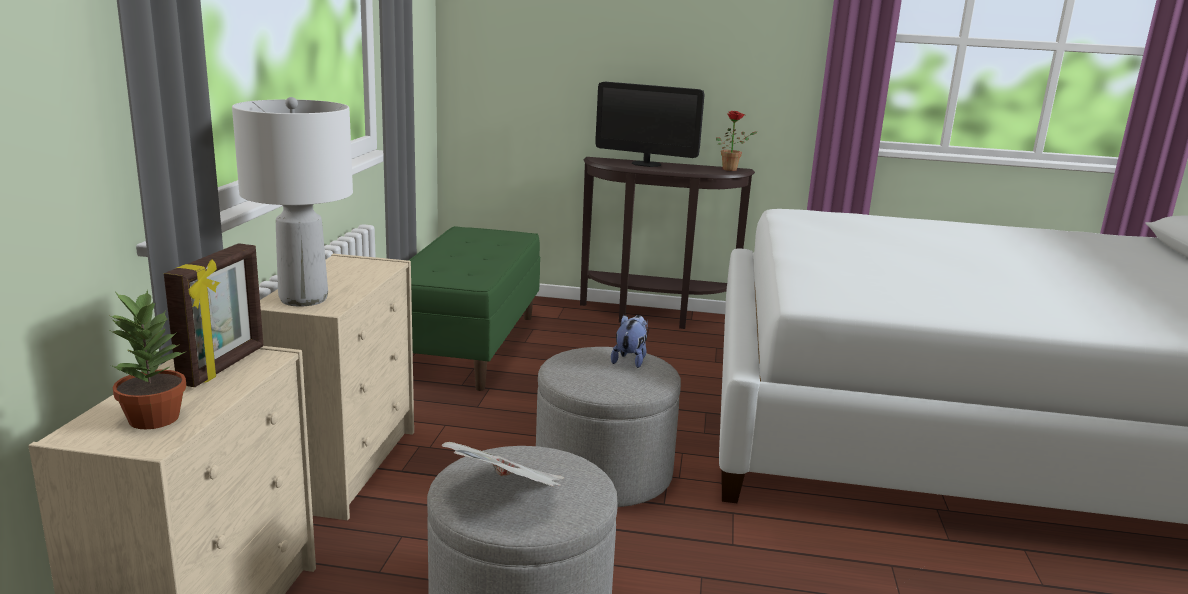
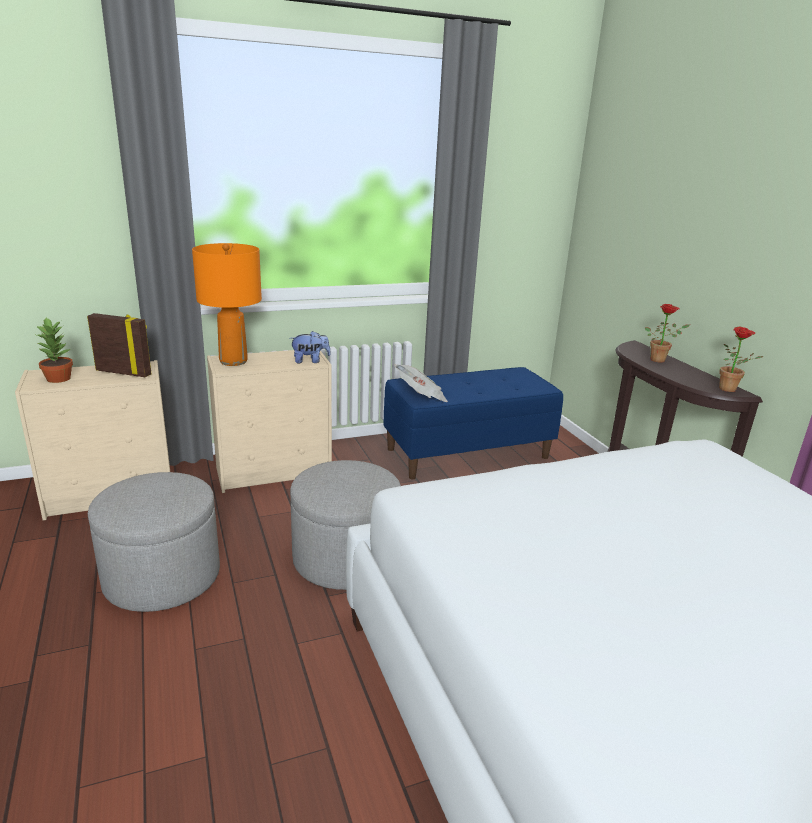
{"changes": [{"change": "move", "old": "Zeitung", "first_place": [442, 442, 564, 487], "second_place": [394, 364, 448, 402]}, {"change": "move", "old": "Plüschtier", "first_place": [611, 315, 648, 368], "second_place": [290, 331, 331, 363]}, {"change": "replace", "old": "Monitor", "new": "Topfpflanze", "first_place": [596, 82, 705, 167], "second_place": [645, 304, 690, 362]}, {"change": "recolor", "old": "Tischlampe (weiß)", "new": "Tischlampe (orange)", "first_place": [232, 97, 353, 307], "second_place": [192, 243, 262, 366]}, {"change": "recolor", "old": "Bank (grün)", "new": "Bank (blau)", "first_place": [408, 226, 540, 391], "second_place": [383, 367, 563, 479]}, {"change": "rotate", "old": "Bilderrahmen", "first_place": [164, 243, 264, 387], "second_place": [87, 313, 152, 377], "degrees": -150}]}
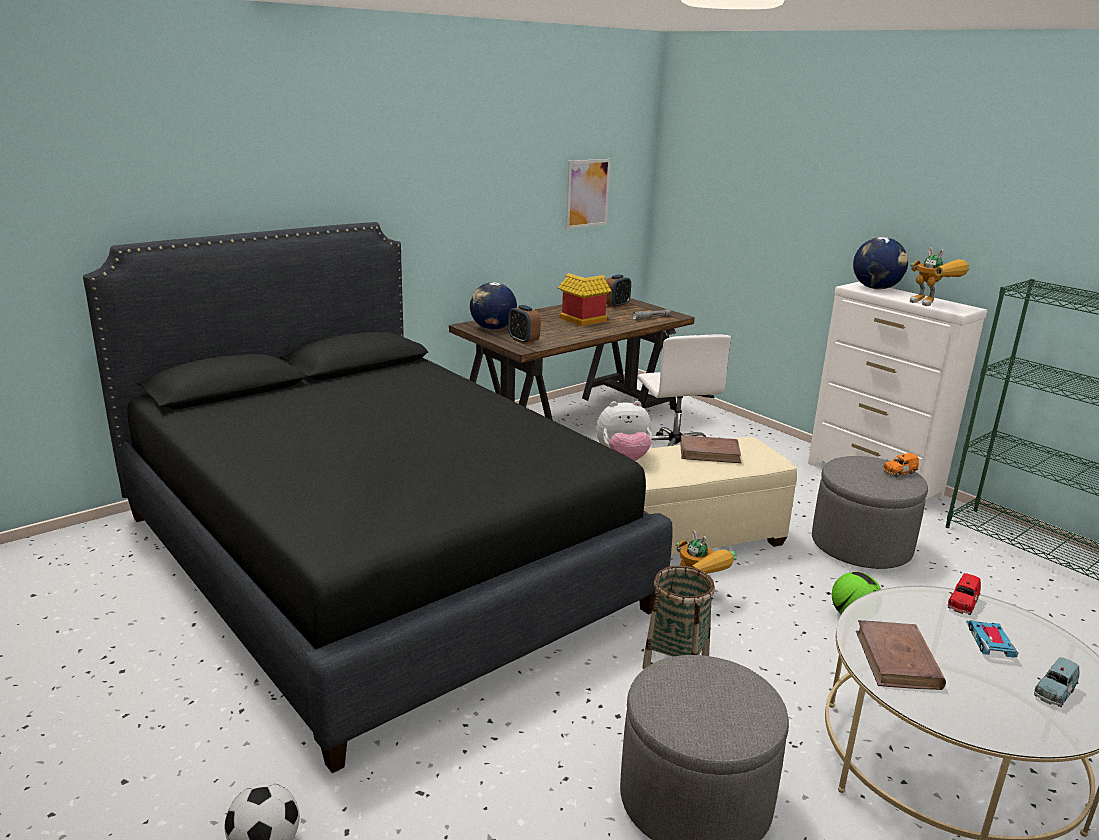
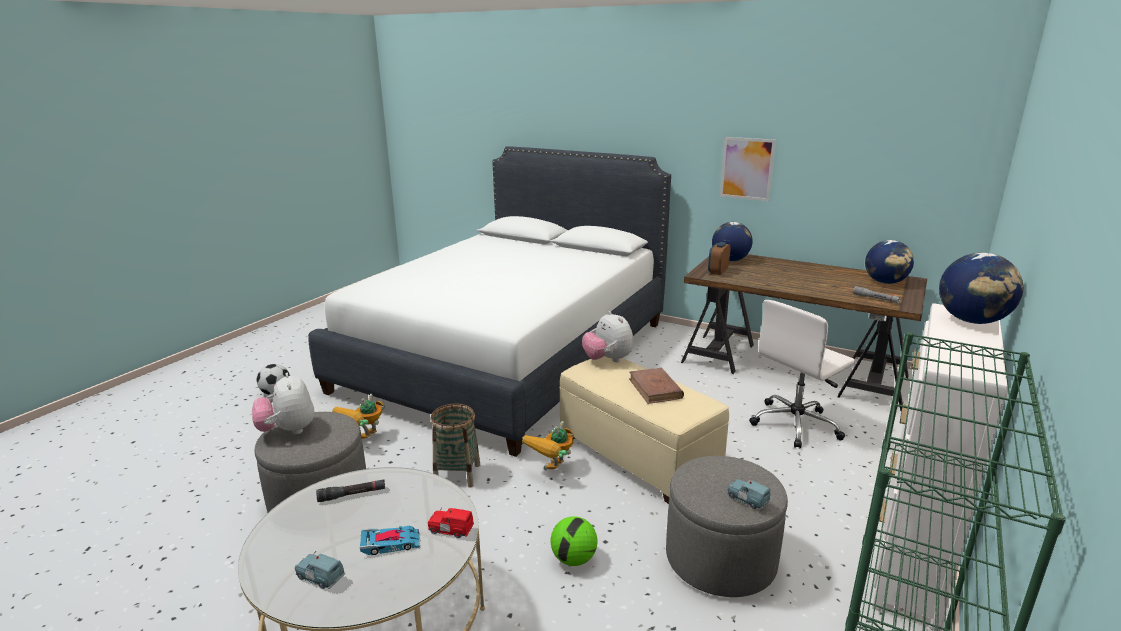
{"changes": [{"change": "delete", "old": "Spielzeughaus", "first_place": [558, 273, 612, 326]}, {"change": "insert", "new": "Plüschtier", "second_place": [252, 373, 314, 434]}, {"change": "move", "old": "Bild", "first_place": [566, 159, 611, 229], "second_place": [720, 137, 776, 201]}, {"change": "move", "old": "Spielzeugroboter", "first_place": [910, 247, 970, 306], "second_place": [332, 394, 385, 439]}, {"change": "replace", "old": "Wecker", "new": "Globus", "first_place": [606, 274, 631, 308], "second_place": [865, 240, 914, 284]}, {"change": "replace", "old": "Buch (braun)", "new": "Taschenlampe (schwarz)", "first_place": [856, 620, 946, 690], "second_place": [316, 480, 385, 502]}, {"change": "recolor", "old": "Bett (schwarz)", "new": "Bett (weiß)", "first_place": [83, 222, 673, 773], "second_place": [308, 146, 671, 457]}, {"change": "recolor", "old": "Spielzeugauto (orange)", "new": "Spielzeugauto (blau)", "first_place": [883, 453, 919, 477], "second_place": [727, 478, 770, 510]}]}
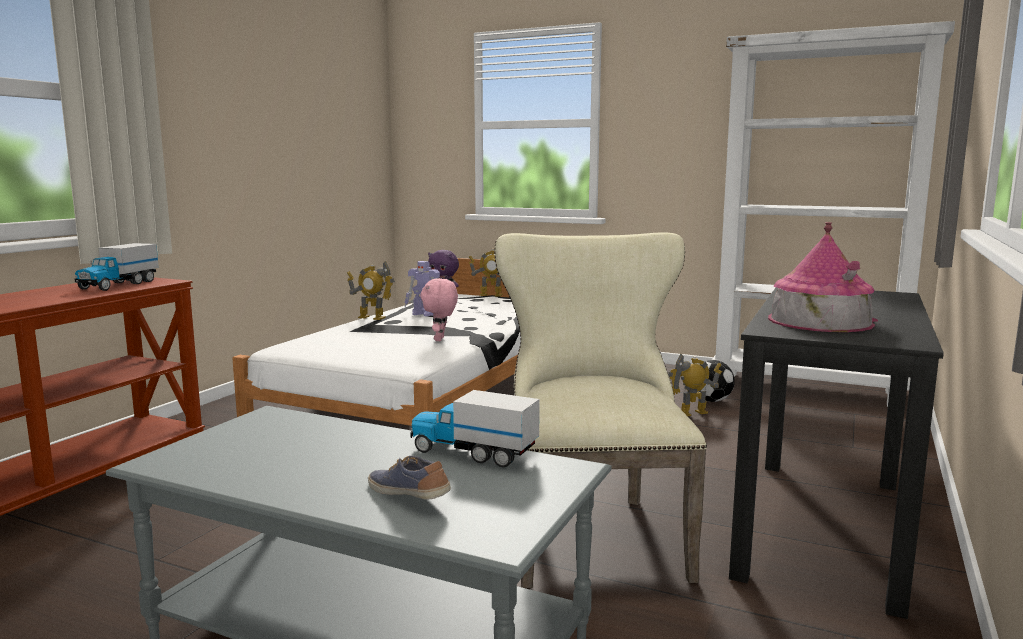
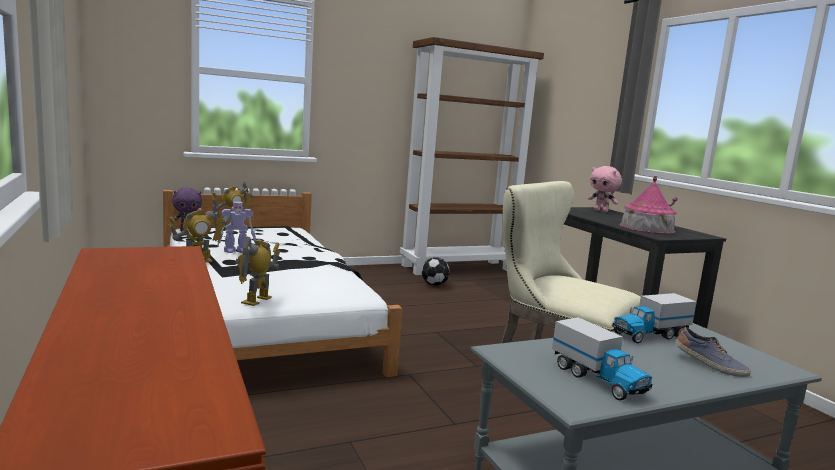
{"changes": [{"change": "move", "old": "Spielzeuglaster", "first_place": [75, 243, 159, 291], "second_place": [552, 317, 652, 400]}, {"change": "move", "old": "Plüschtier (rosa)", "first_place": [420, 278, 458, 341], "second_place": [588, 166, 622, 212]}, {"change": "move", "old": "Spielzeugroboter", "first_place": [668, 353, 722, 416], "second_place": [236, 237, 281, 306]}, {"change": "recolor", "old": "Bücherregal (weiß)", "new": "Bücherregal (braun)", "first_place": [712, 21, 955, 407], "second_place": [400, 37, 544, 275]}, {"change": "rotate", "old": "Schuh", "first_place": [368, 456, 451, 500], "second_place": [675, 327, 751, 377], "degrees": -135}]}
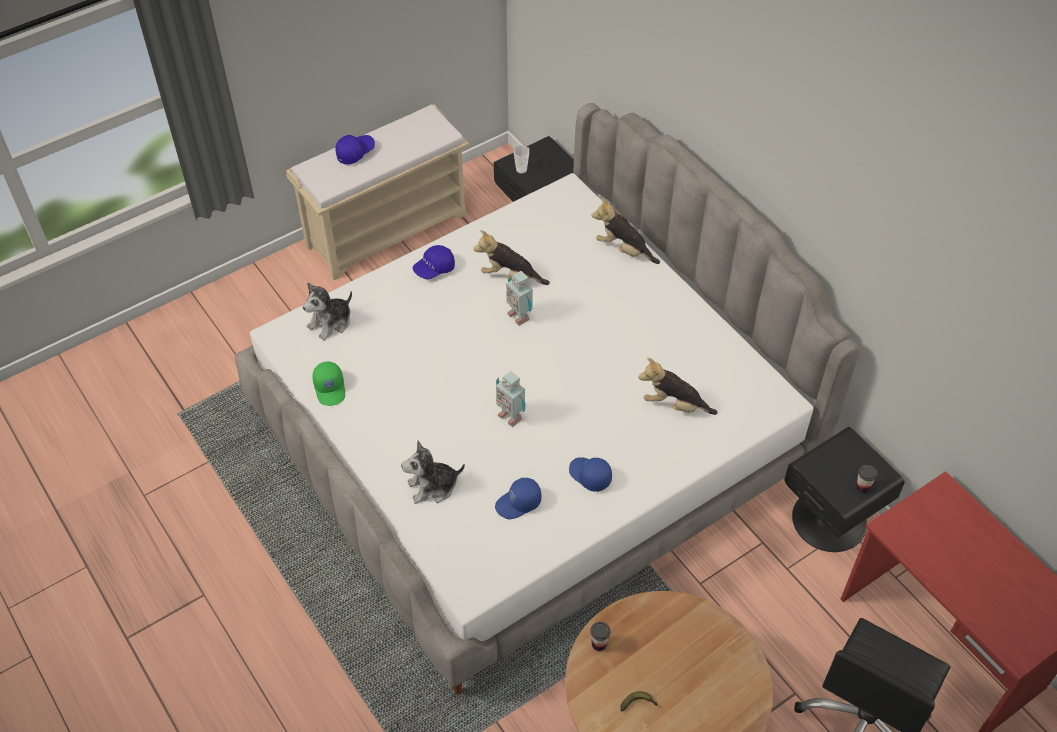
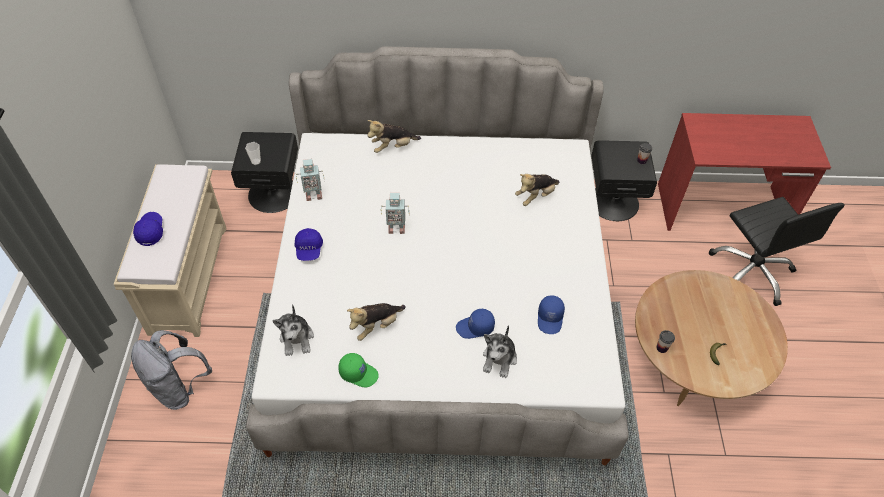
{"changes": [{"change": "insert", "new": "Rucksack (grau)", "second_place": [131, 330, 212, 410]}, {"change": "move", "old": "Plüschtier", "first_place": [473, 230, 550, 285], "second_place": [347, 303, 406, 341]}, {"change": "move", "old": "Spielzeugroboter", "first_place": [496, 371, 525, 427], "second_place": [296, 159, 324, 201]}, {"change": "move", "old": "Kappe (blau)", "first_place": [569, 458, 612, 492], "second_place": [456, 309, 495, 339]}]}
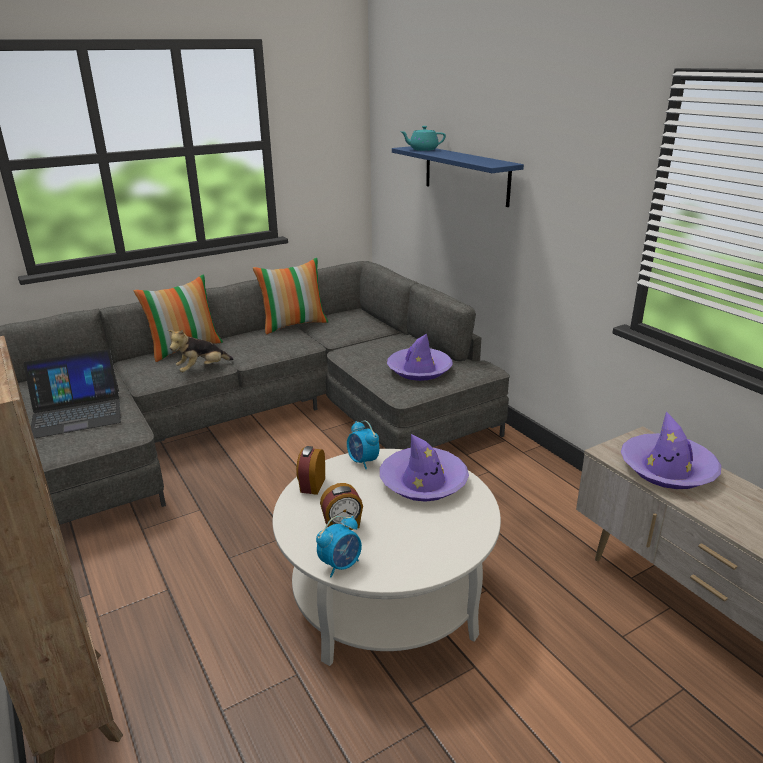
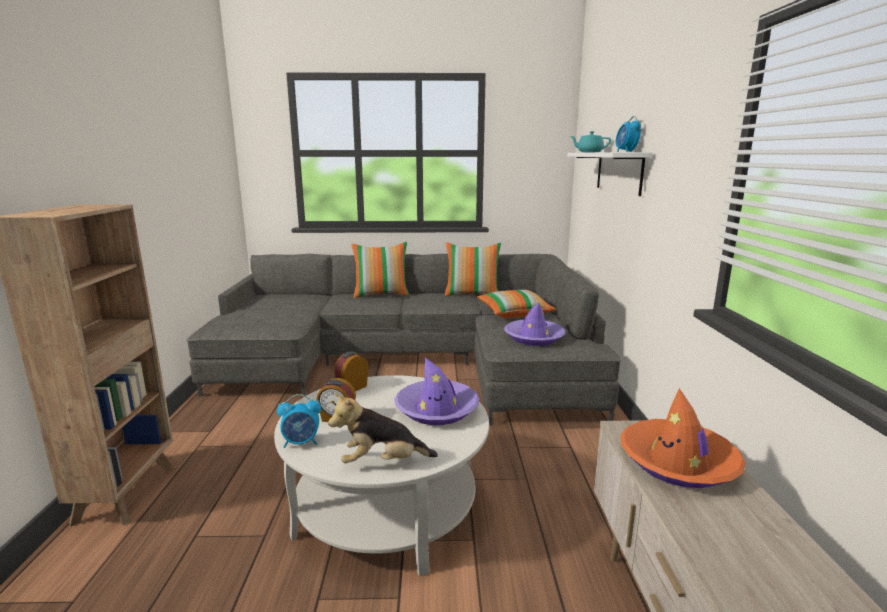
{"changes": [{"change": "delete", "old": "Laptop", "first_place": [24, 349, 121, 439]}, {"change": "insert", "new": "Kissen", "second_place": [477, 290, 557, 318]}, {"change": "move", "old": "Plüschtier", "first_place": [168, 330, 234, 372], "second_place": [328, 393, 438, 463]}, {"change": "move", "old": "Wecker", "first_place": [347, 421, 380, 469], "second_place": [616, 116, 641, 152]}, {"change": "recolor", "old": "Wandregal (blau)", "new": "Wandregal (weiß)", "first_place": [392, 146, 524, 207], "second_place": [567, 152, 652, 196]}, {"change": "recolor", "old": "Hut (lila)", "new": "Hut (orange)", "first_place": [621, 411, 721, 489], "second_place": [620, 388, 746, 488]}]}
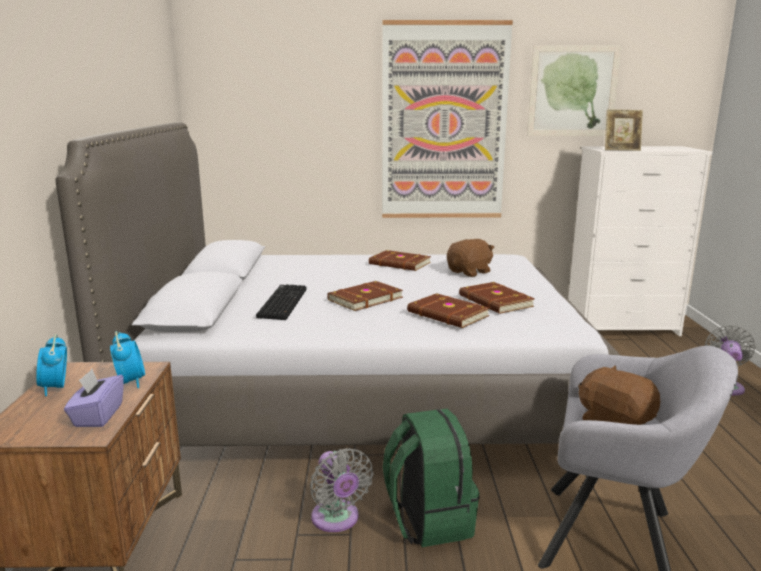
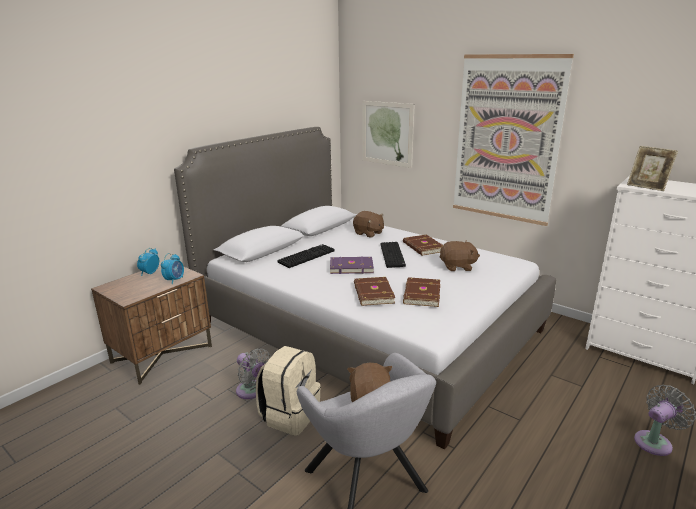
{"changes": [{"change": "delete", "old": "Taschentuchbox (lila)", "first_place": [64, 369, 124, 427]}, {"change": "insert", "new": "Plüschtier (braun)", "second_place": [353, 211, 384, 238]}, {"change": "insert", "new": "Tastatur", "second_place": [380, 242, 406, 268]}, {"change": "move", "old": "Bild", "first_place": [527, 45, 622, 136], "second_place": [362, 101, 415, 168]}, {"change": "recolor", "old": "Buch (braun)", "new": "Buch (lila)", "first_place": [327, 281, 403, 311], "second_place": [330, 257, 374, 274]}, {"change": "recolor", "old": "Rucksack (grün)", "new": "Rucksack (beige)", "first_place": [383, 409, 479, 547], "second_place": [256, 346, 321, 436]}, {"change": "rotate", "old": "Ventilator (grau)", "first_place": [310, 448, 374, 532], "second_place": [236, 349, 271, 399], "degrees": -60}]}
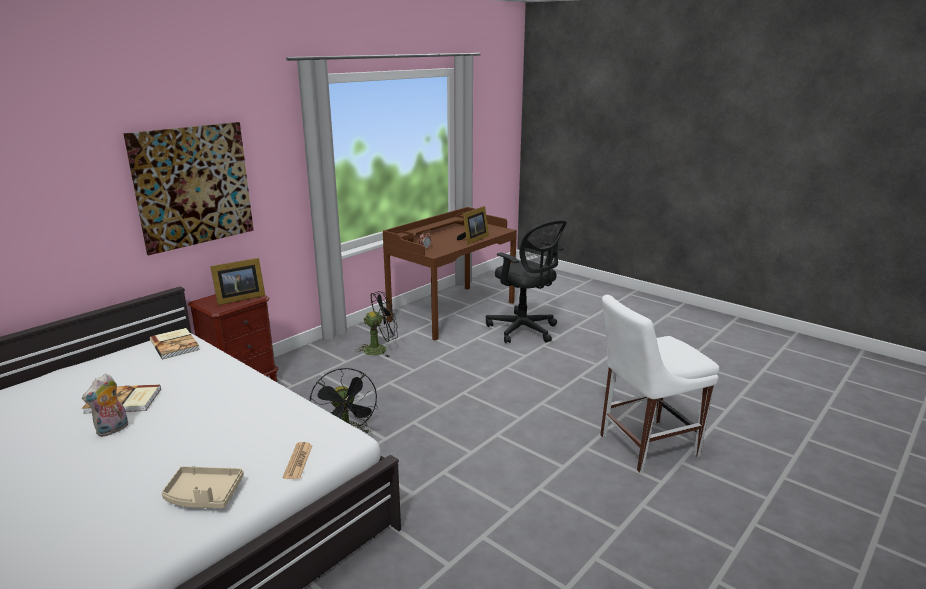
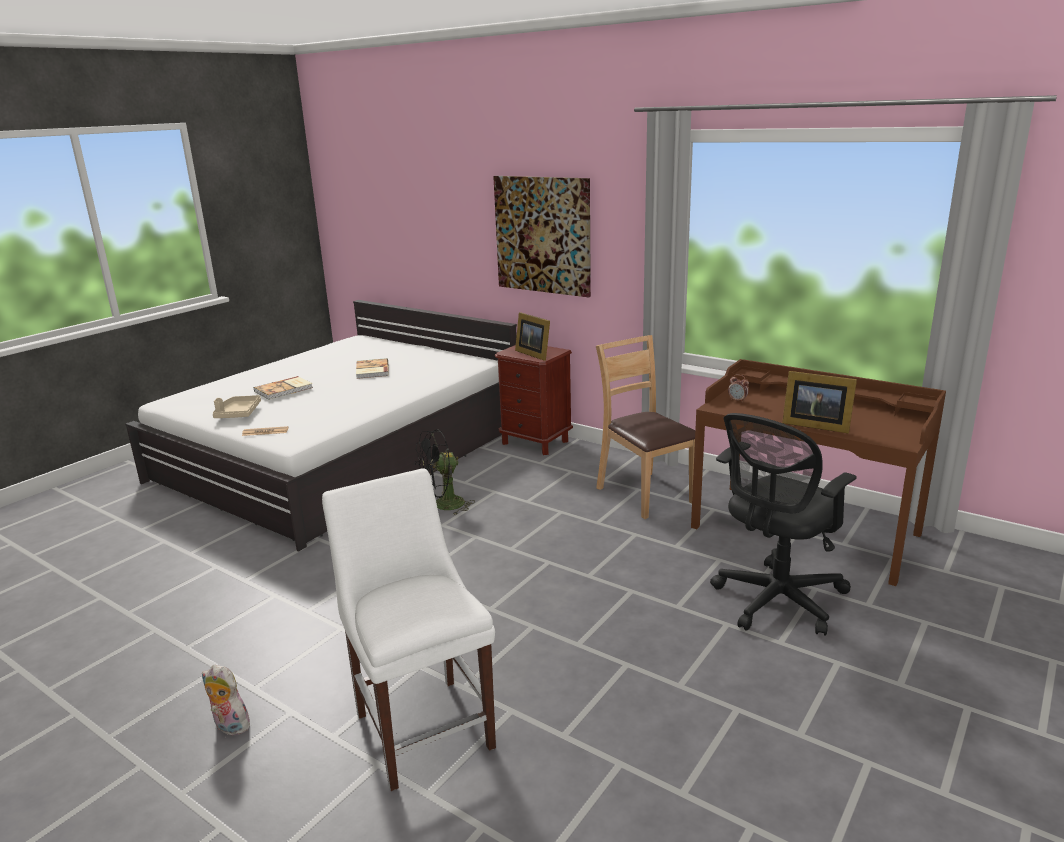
{"changes": [{"change": "move", "old": "Plüschtier", "first_place": [82, 374, 128, 437], "second_place": [202, 665, 253, 735]}, {"change": "move", "old": "Buch", "first_place": [150, 328, 200, 359], "second_place": [254, 376, 313, 400]}, {"change": "replace", "old": "Ventilator (schwarz)", "new": "Stuhl (braun)", "first_place": [356, 291, 398, 357], "second_place": [596, 335, 695, 519]}]}
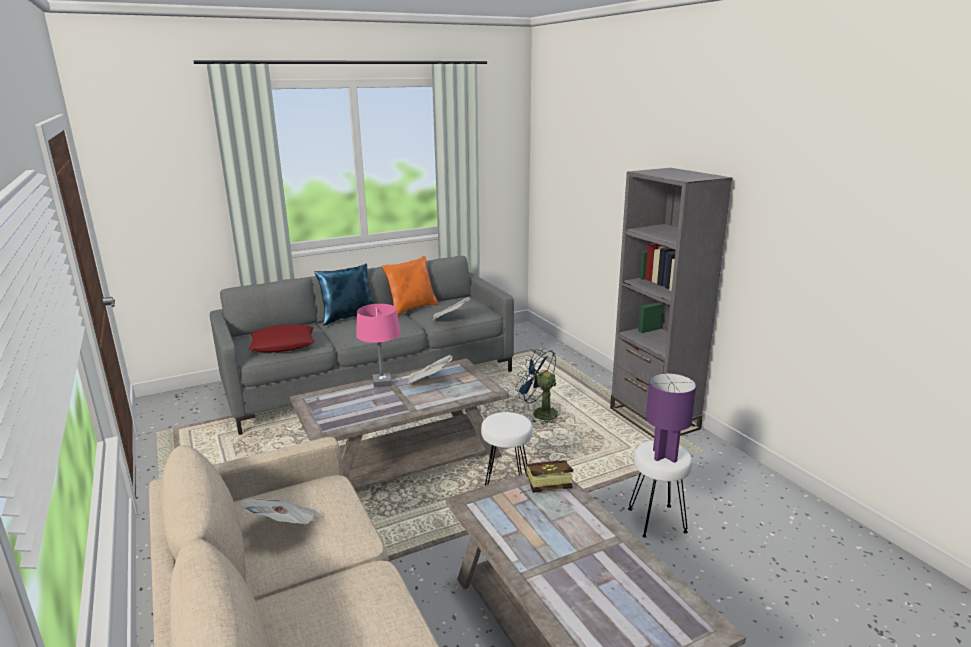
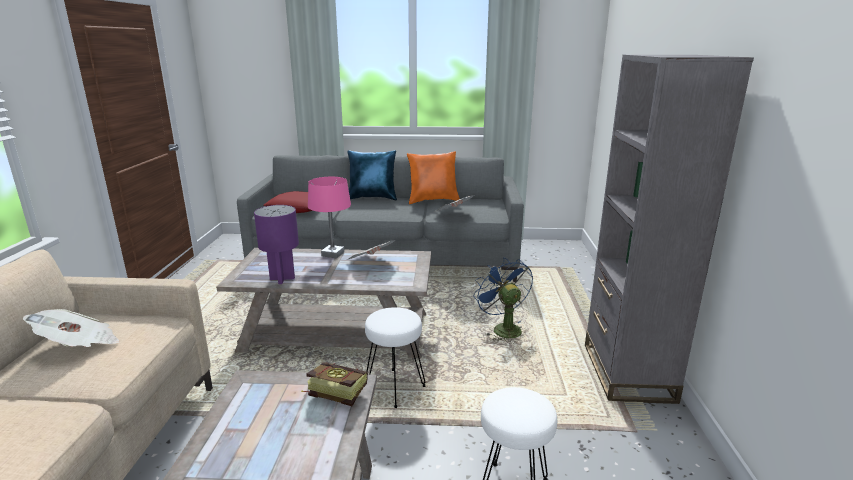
{"changes": [{"change": "move", "old": "Tischlampe (lila)", "first_place": [646, 373, 696, 463], "second_place": [254, 205, 299, 284]}]}
